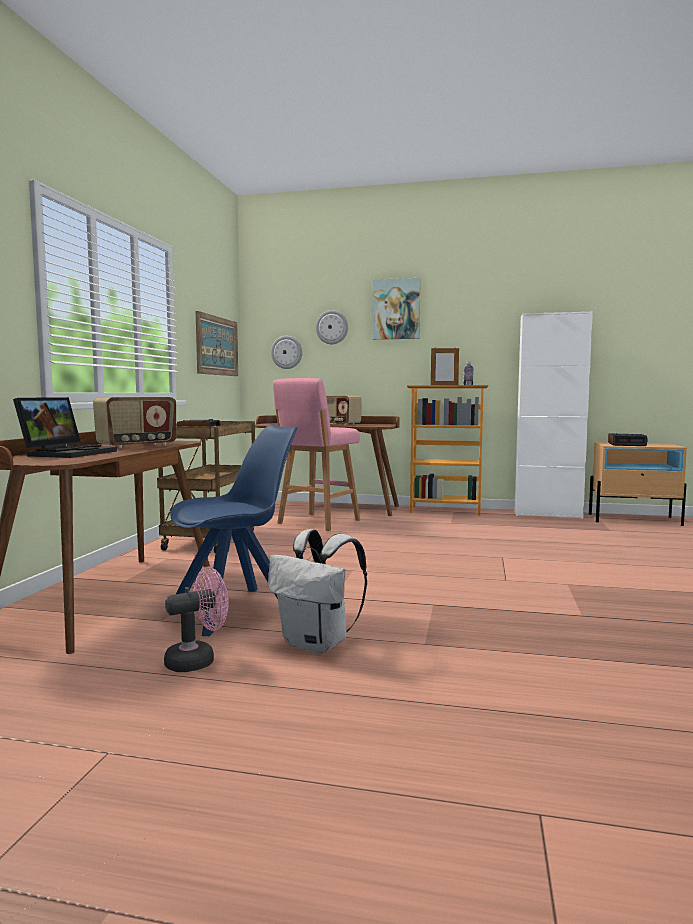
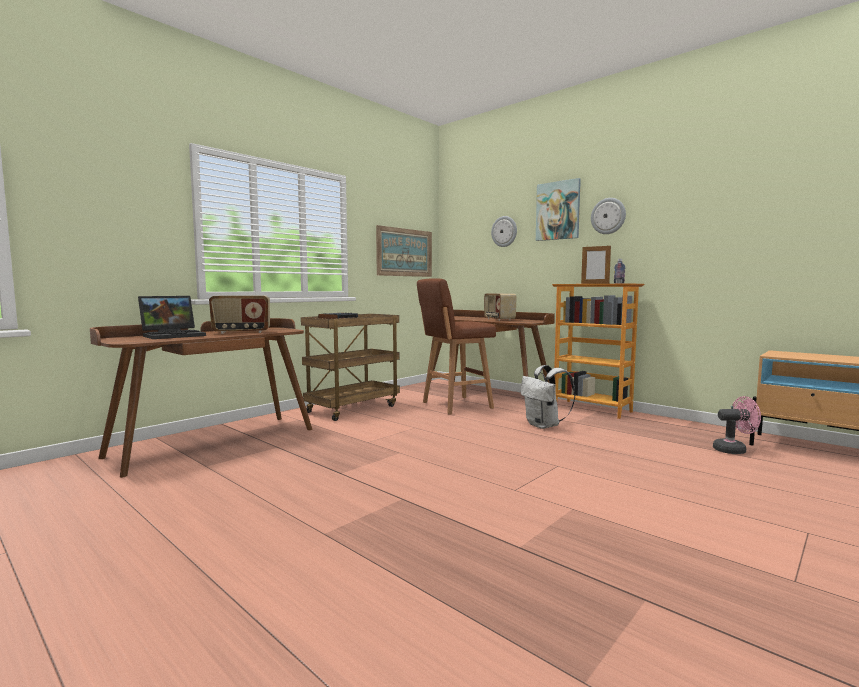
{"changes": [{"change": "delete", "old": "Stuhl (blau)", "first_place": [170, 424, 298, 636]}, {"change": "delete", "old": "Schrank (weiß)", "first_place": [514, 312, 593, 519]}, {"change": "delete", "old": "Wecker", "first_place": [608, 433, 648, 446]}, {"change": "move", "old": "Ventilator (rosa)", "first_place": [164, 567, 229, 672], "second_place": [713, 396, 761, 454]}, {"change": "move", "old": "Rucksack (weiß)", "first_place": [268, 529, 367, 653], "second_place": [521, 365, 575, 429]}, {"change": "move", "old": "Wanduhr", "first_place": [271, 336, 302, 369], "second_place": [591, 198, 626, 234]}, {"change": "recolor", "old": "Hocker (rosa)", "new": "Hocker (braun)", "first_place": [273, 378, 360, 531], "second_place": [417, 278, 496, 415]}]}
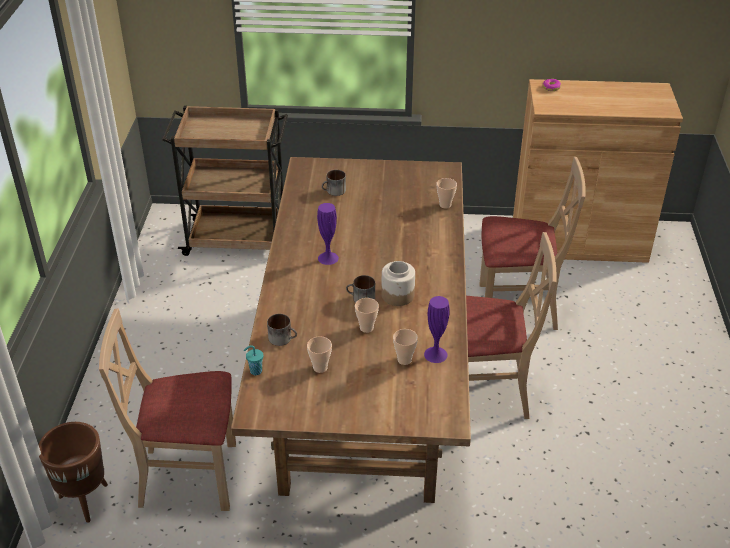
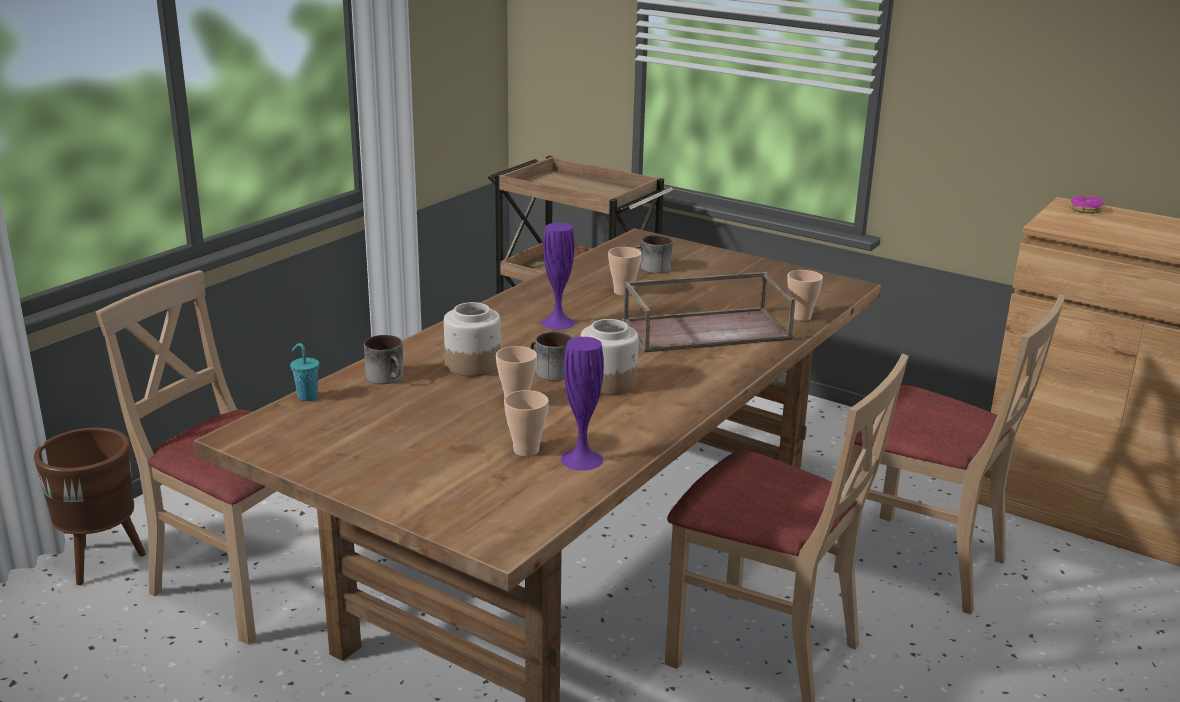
{"changes": [{"change": "insert", "new": "Vorratsglas", "second_place": [444, 302, 501, 377]}, {"change": "insert", "new": "Tablett (braun)", "second_place": [623, 272, 796, 353]}, {"change": "move", "old": "Tasse", "first_place": [307, 336, 332, 373], "second_place": [608, 247, 642, 296]}]}
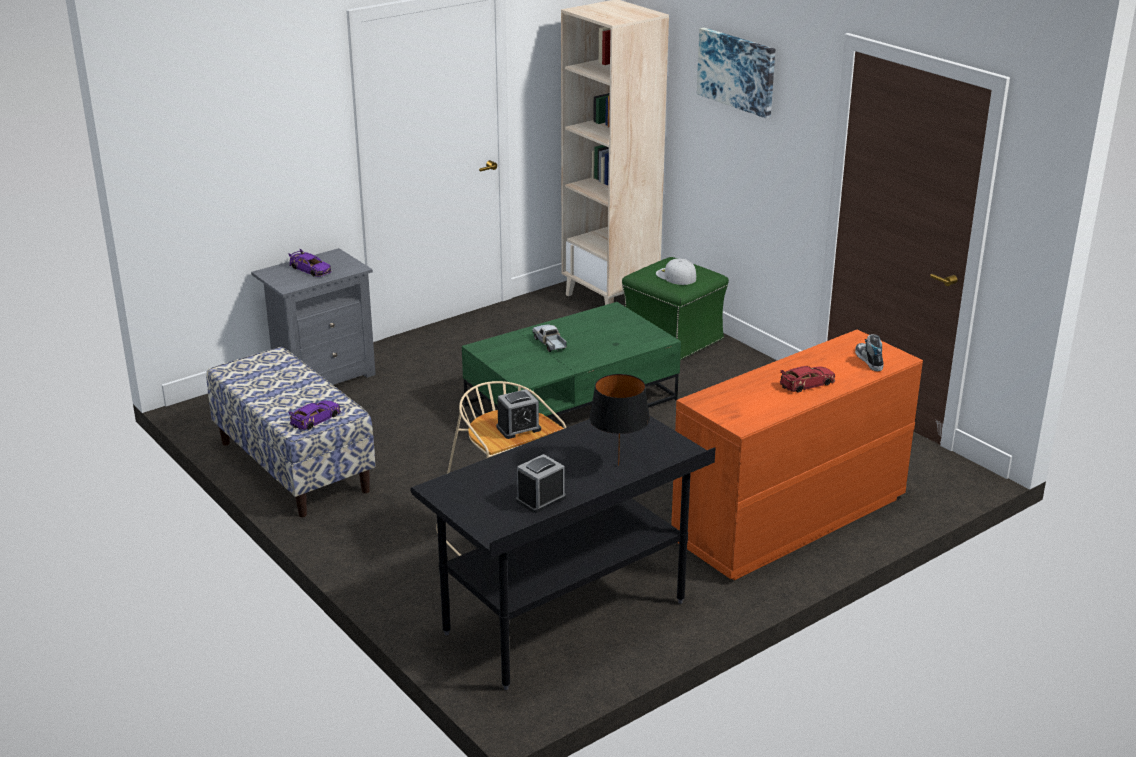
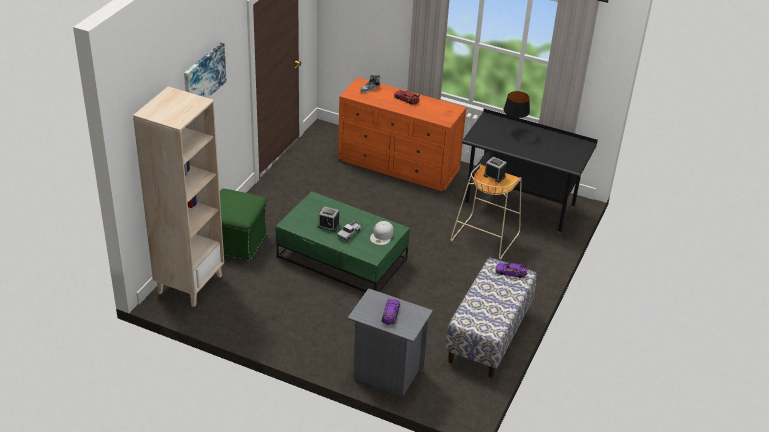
{"changes": [{"change": "move", "old": "Wecker", "first_place": [516, 454, 566, 513], "second_place": [318, 206, 340, 232]}, {"change": "move", "old": "Kappe (weiß)", "first_place": [656, 259, 696, 285], "second_place": [370, 221, 394, 245]}]}
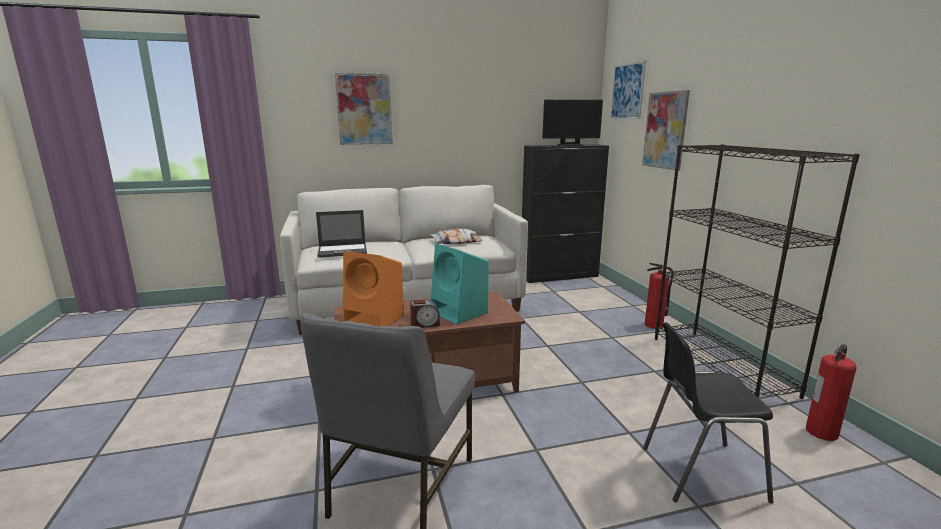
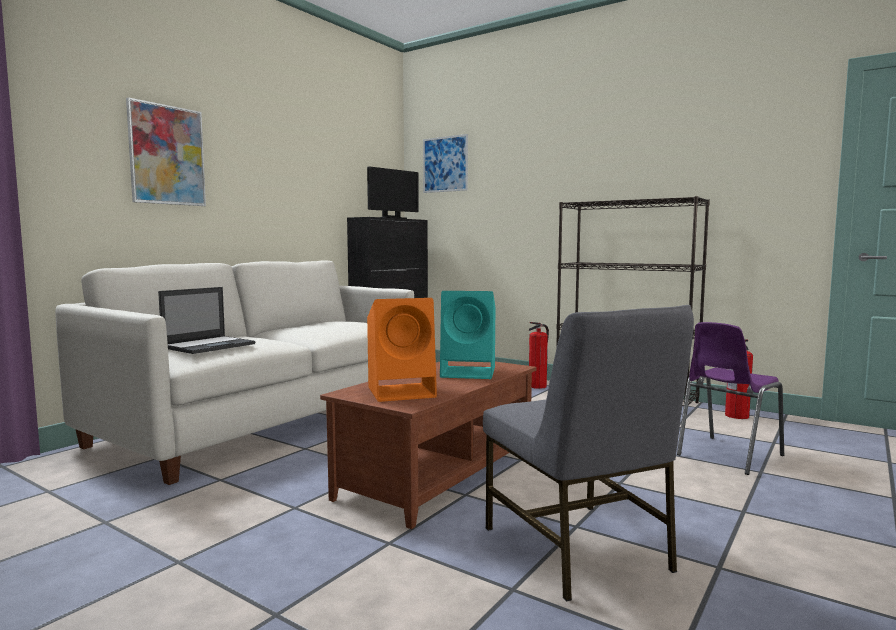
{"changes": [{"change": "delete", "old": "Wecker", "first_place": [410, 300, 440, 328]}, {"change": "delete", "old": "Kissen", "first_place": [430, 229, 482, 244]}, {"change": "delete", "old": "Bild", "first_place": [642, 90, 690, 171]}, {"change": "recolor", "old": "Stuhl (schwarz)", "new": "Stuhl (lila)", "first_place": [643, 322, 774, 503], "second_place": [677, 322, 784, 475]}]}
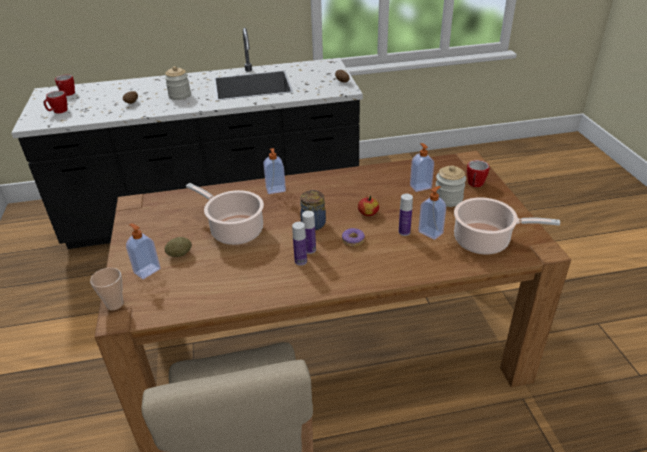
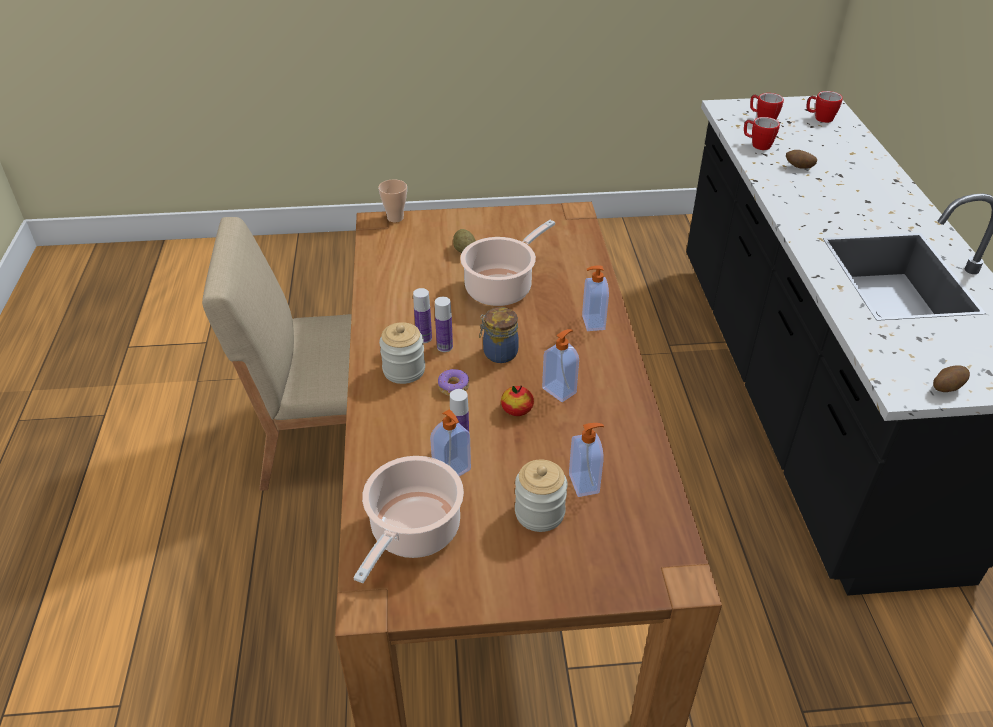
{"changes": [{"change": "move", "old": "Seifenspender", "first_place": [126, 224, 161, 279], "second_place": [542, 329, 579, 402]}, {"change": "move", "old": "Vorratsglas", "first_place": [165, 66, 191, 100], "second_place": [379, 322, 425, 384]}, {"change": "move", "old": "Henkelbecher", "first_place": [467, 160, 489, 187], "second_place": [744, 117, 780, 150]}]}
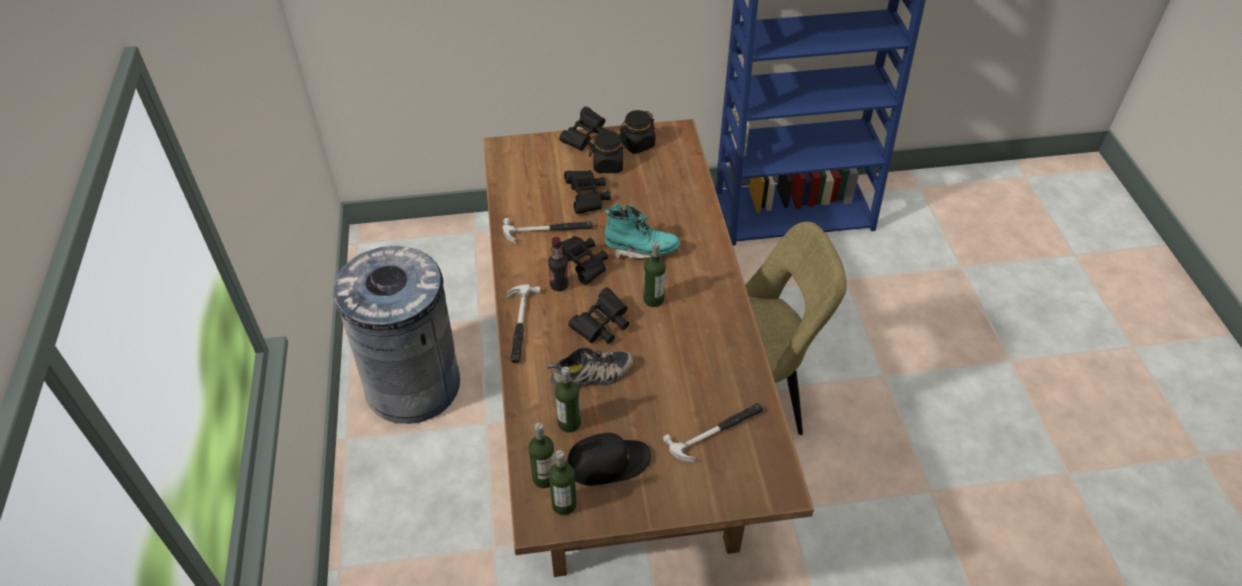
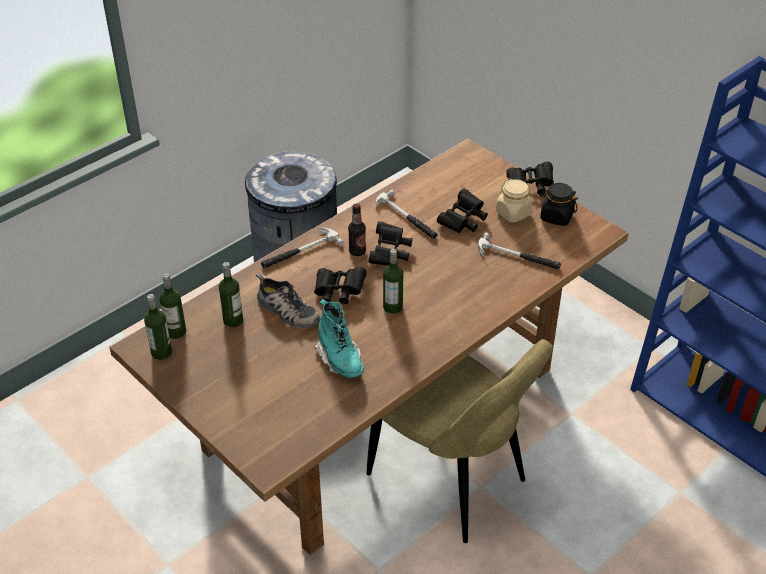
{"changes": [{"change": "delete", "old": "Kappe (schwarz)", "first_place": [566, 433, 651, 486]}, {"change": "move", "old": "Stiefel (türkis)", "first_place": [604, 204, 680, 258], "second_place": [315, 299, 364, 378]}, {"change": "move", "old": "Hammer", "first_place": [663, 403, 763, 463], "second_place": [478, 233, 561, 270]}, {"change": "recolor", "old": "Vorratsglas (schwarz)", "new": "Vorratsglas (beige)", "first_place": [589, 131, 628, 173], "second_place": [496, 178, 532, 223]}]}
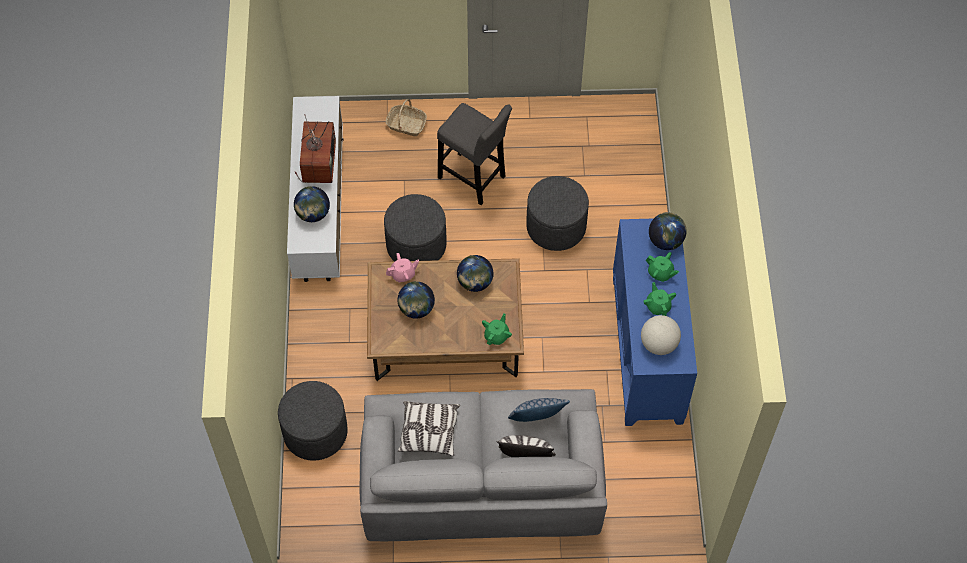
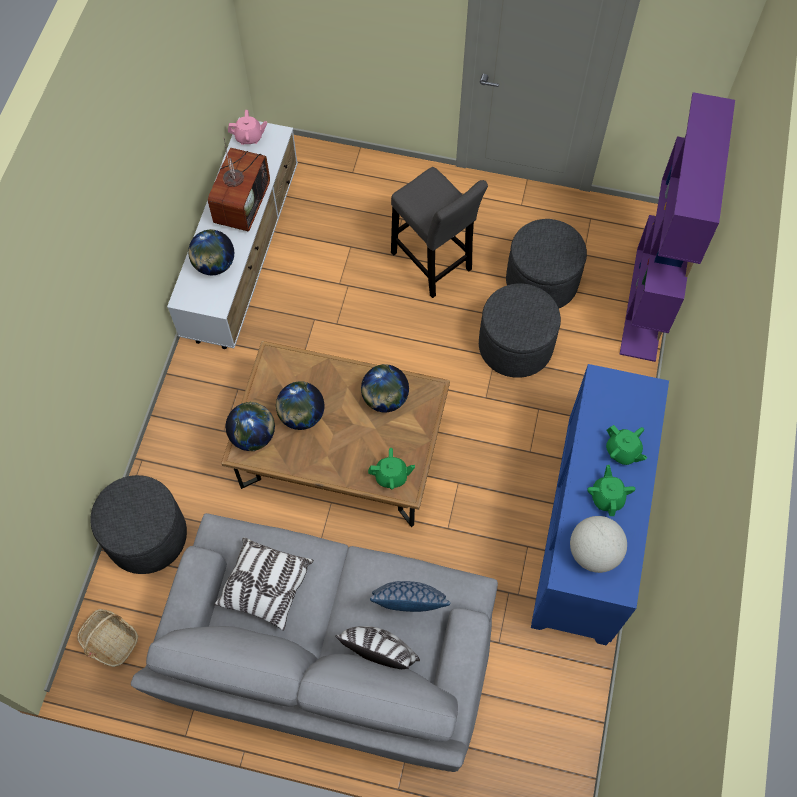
{"changes": [{"change": "insert", "new": "Bücherregal (lila)", "second_place": [619, 92, 735, 362]}, {"change": "move", "old": "Polsterhocker (grau)", "first_place": [384, 194, 446, 262], "second_place": [506, 219, 587, 308]}, {"change": "move", "old": "Korb", "first_place": [386, 99, 427, 136], "second_place": [77, 609, 138, 667]}, {"change": "move", "old": "Teekanne (rosa)", "first_place": [386, 253, 419, 282], "second_place": [228, 110, 267, 145]}, {"change": "move", "old": "Globus", "first_place": [649, 212, 687, 250], "second_place": [226, 402, 275, 451]}, {"change": "rotate", "old": "Teekanne (grün)", "first_place": [482, 314, 512, 345], "second_place": [368, 448, 415, 489], "degrees": 45}]}
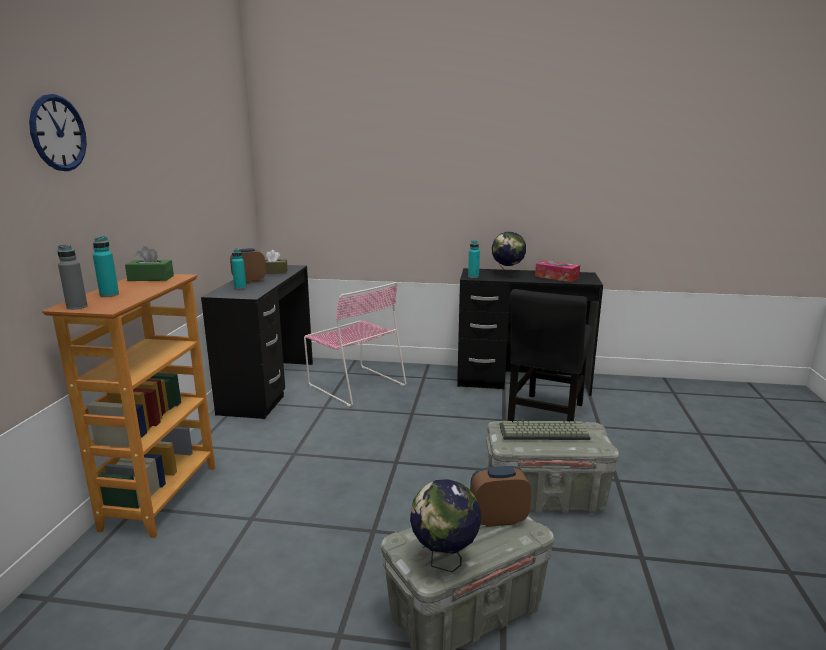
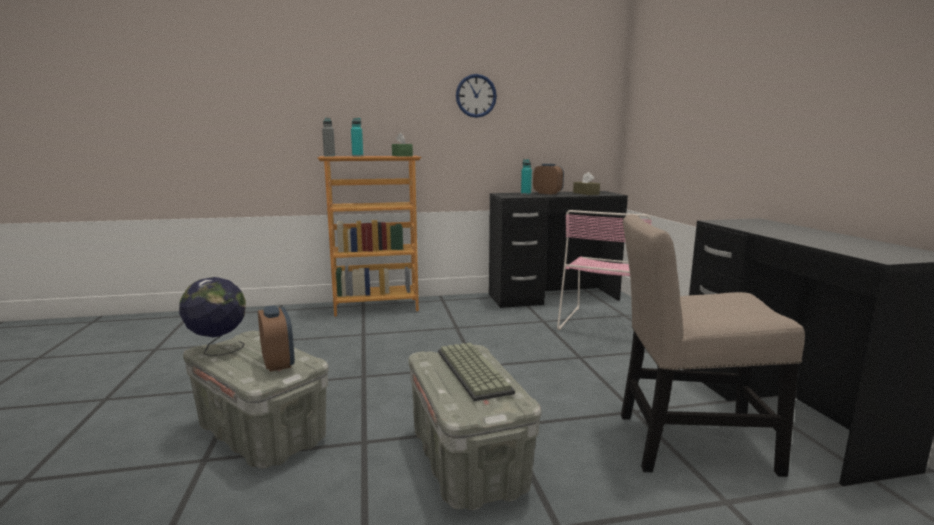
{"changes": [{"change": "delete", "old": "Flasche (türkis)", "first_place": [468, 240, 480, 278]}, {"change": "delete", "old": "Globus", "first_place": [492, 232, 526, 276]}, {"change": "delete", "old": "Taschentuchbox", "first_place": [535, 260, 580, 282]}, {"change": "move", "old": "Wanduhr", "first_place": [29, 94, 87, 171], "second_place": [456, 74, 497, 118]}, {"change": "recolor", "old": "Stuhl (schwarz)", "new": "Stuhl (beige)", "first_place": [508, 289, 592, 422], "second_place": [621, 214, 805, 477]}]}
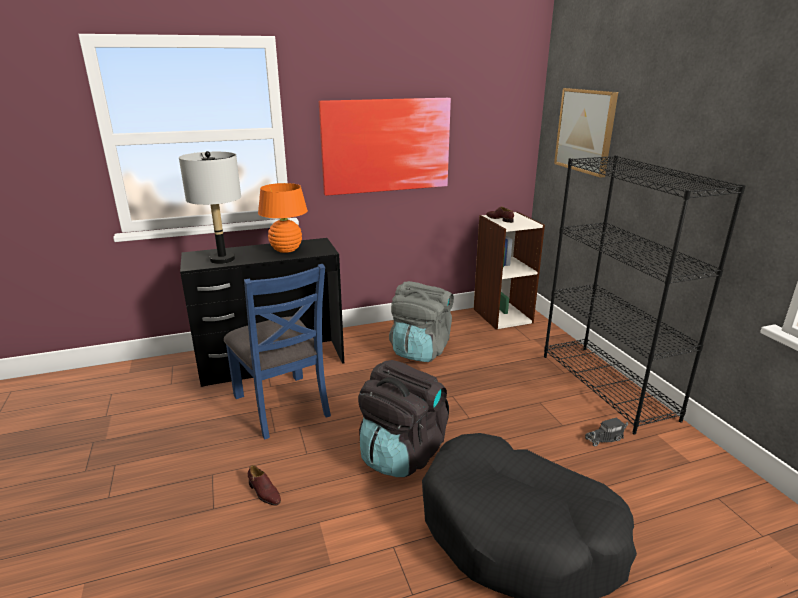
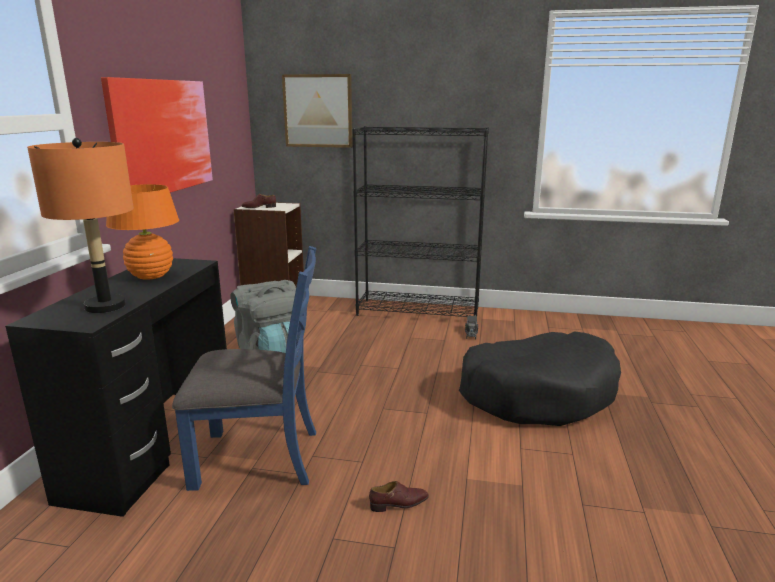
{"changes": [{"change": "delete", "old": "Rucksack (schwarz)", "first_place": [358, 360, 449, 477]}, {"change": "recolor", "old": "Tischlampe (grau)", "new": "Tischlampe (orange)", "first_place": [179, 151, 241, 264], "second_place": [27, 138, 134, 313]}]}
